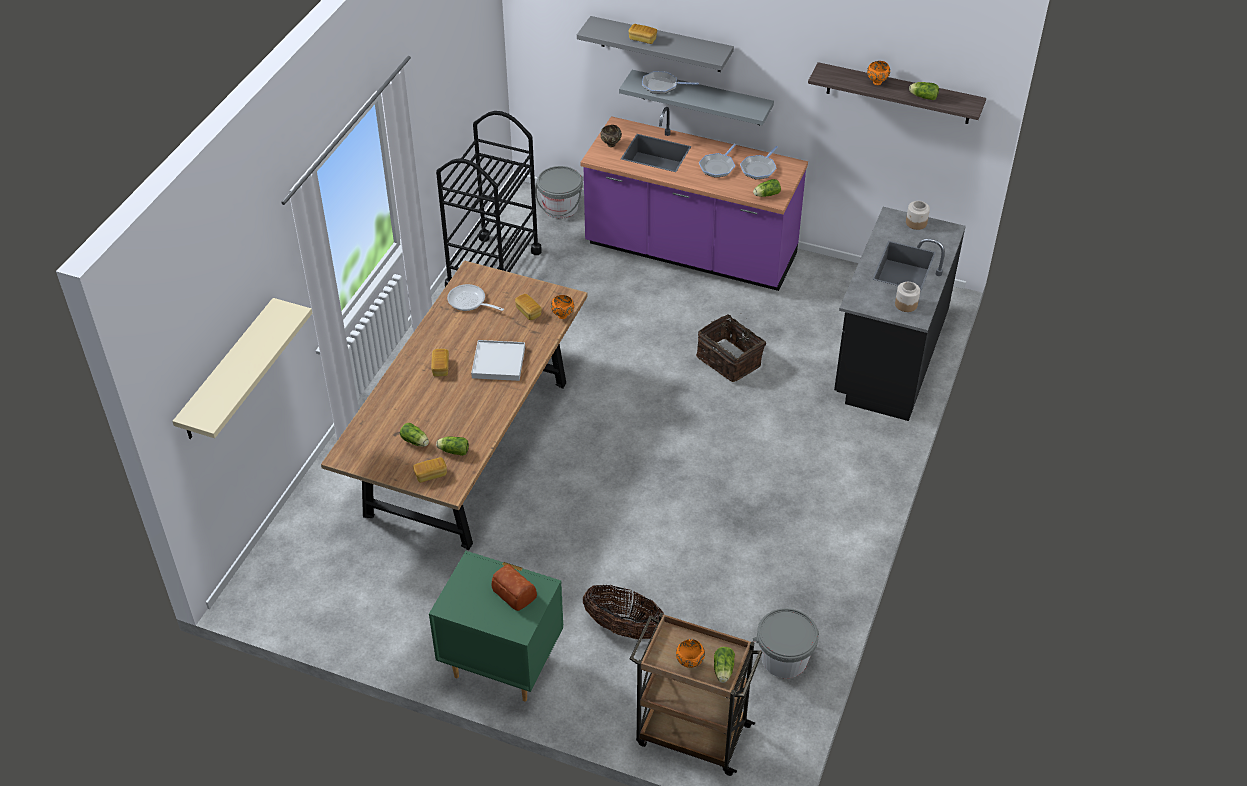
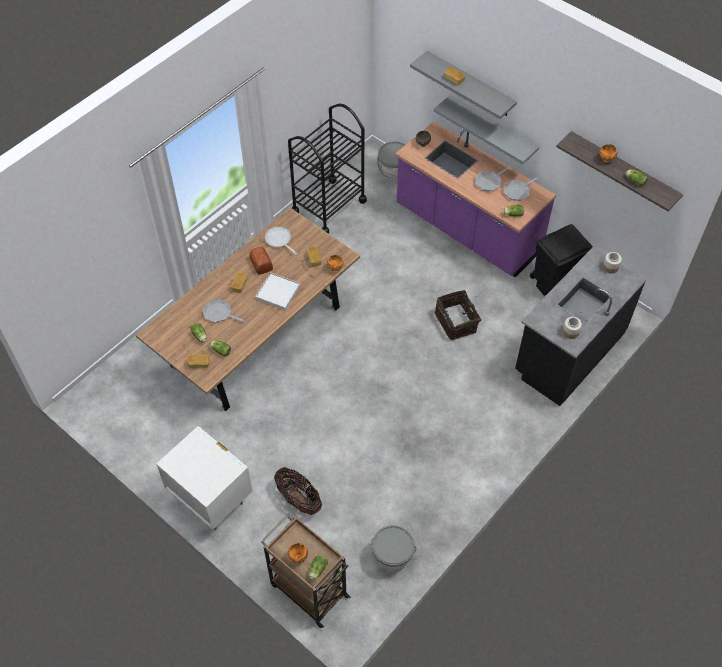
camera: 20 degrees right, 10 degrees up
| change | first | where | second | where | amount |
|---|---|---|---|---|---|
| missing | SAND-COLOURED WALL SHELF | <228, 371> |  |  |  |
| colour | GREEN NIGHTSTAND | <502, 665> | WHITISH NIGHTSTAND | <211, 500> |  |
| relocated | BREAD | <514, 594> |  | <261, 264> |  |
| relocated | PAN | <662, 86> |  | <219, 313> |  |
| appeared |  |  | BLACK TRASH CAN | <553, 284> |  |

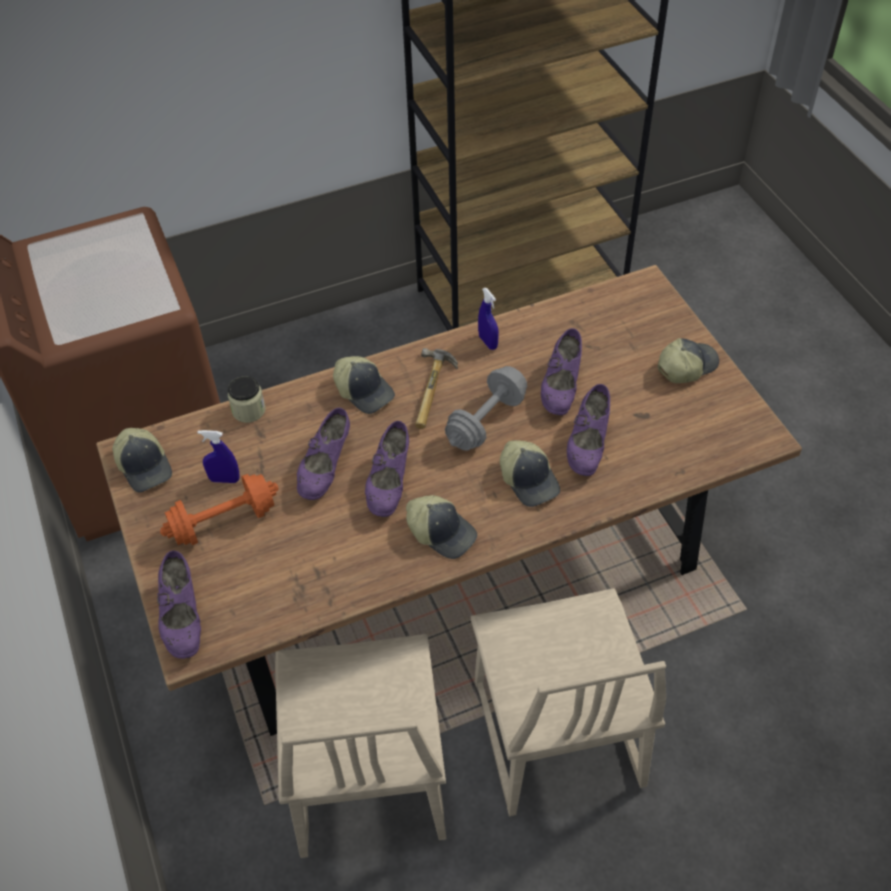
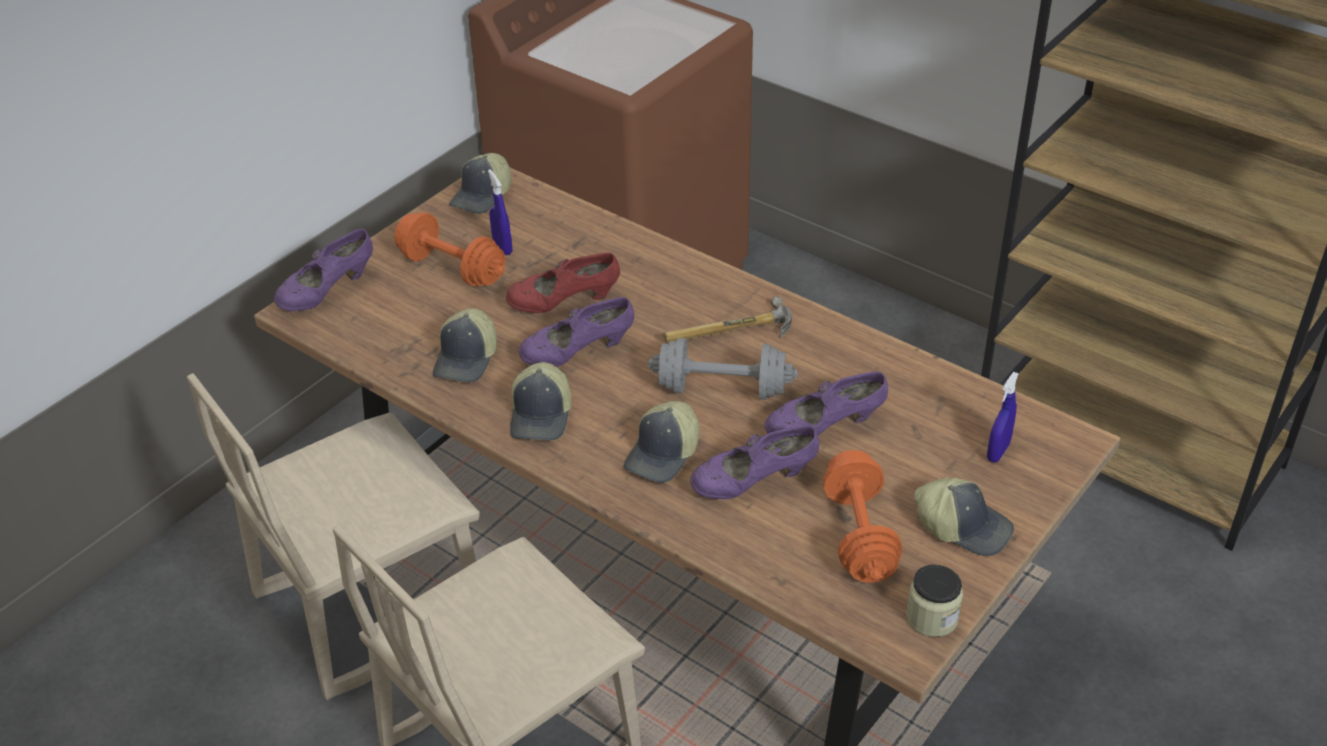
camera: 60 degrees right, 10 degrees down
| change | first | where | second | where | amount |
|---|---|---|---|---|---|
| relocated | STORAGE JAR | <249, 410> |  | <932, 617> |  |
| colour | PURPLE-COLOURED ITEM OF FOOTWEAR | <325, 469> | RED-COLOURED ITEM OF FOOTWEAR | <564, 303> |  |
| relocated | BASEBALL CAP | <364, 391> |  | <467, 359> |  |
| relocated | BLUISH SPRAY BOTTLE | <488, 342> |  | <998, 452> |  |
| appeared |  |  | ORANGE-COLOURED DUMBBELL | <859, 535> |  |

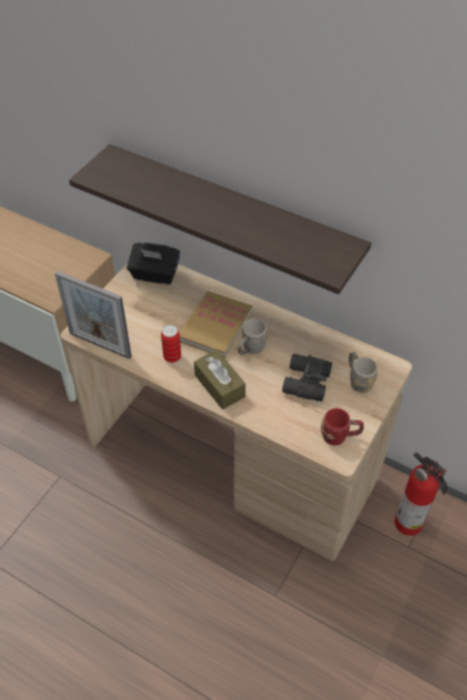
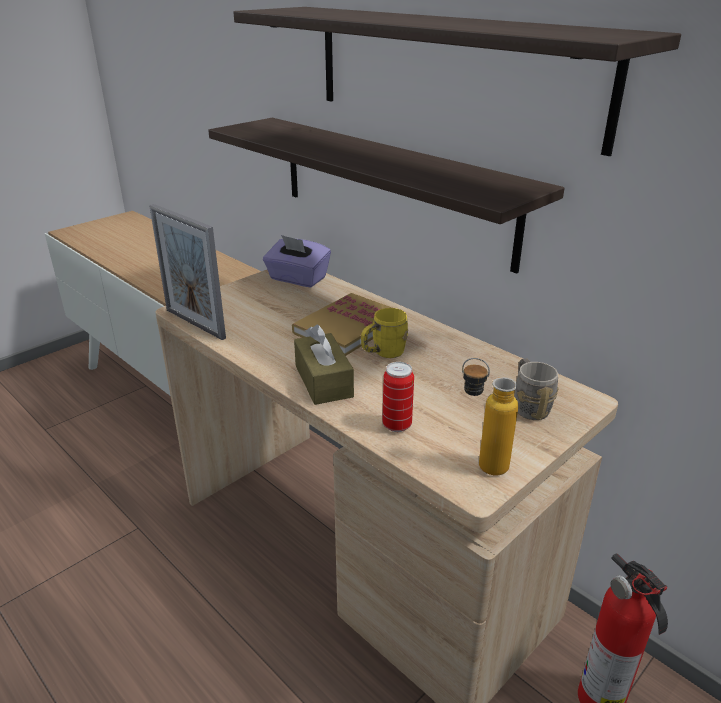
camera: 15 degrees right, 20 degrees down
| change | first | where | second | where | amount |
|---|---|---|---|---|---|
| colour | BLACK TISSUE BOX | <155, 275> | PURPLE-COLOURED TISSUE BOX | <297, 279> |  |
| relocated | CAN | <172, 357> |  | <397, 425> |  |
| colour | GRAY COFFEE MUG | <250, 349> | YELLOW COFFEE MUG | <383, 353> |  |
| missing | BLACK FIELD GLASSES | <305, 383> |  |  |  |
| exchanged | RED-COLOURED COFFEE MUG | <340, 436> | BOTTLE | <480, 464> |  |
| appeared |  |  | WALL SHELF | <450, 72> |  |

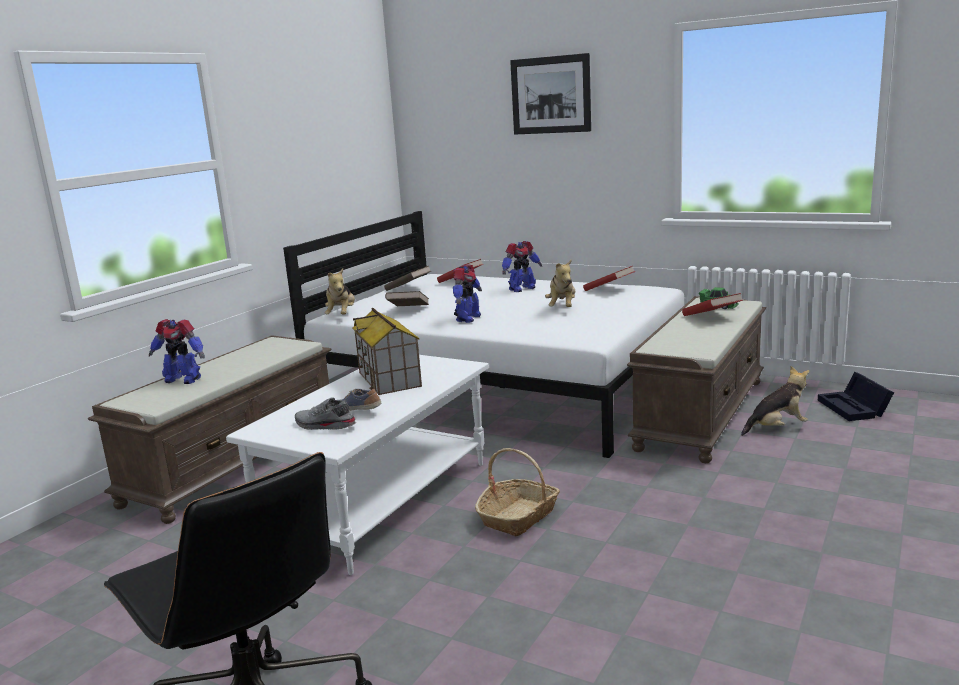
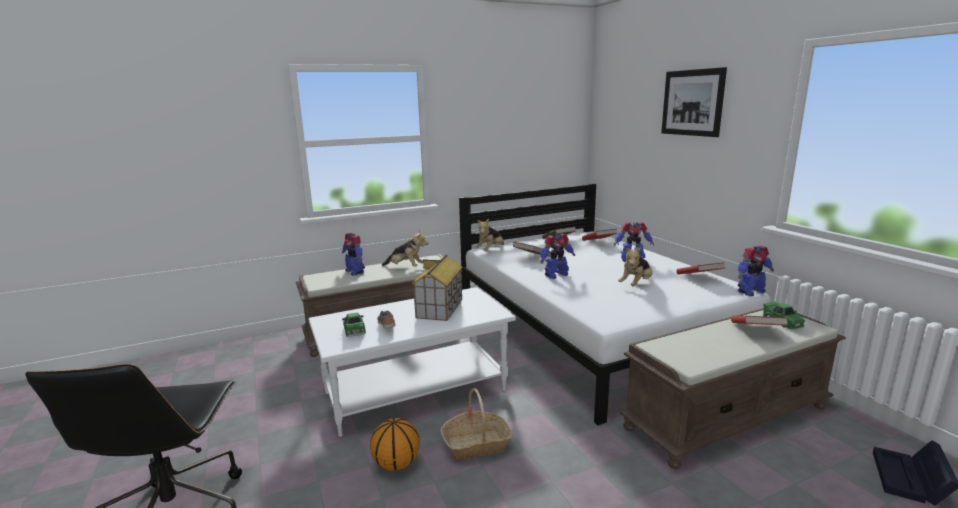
camera: 35 degrees right, 0 degrees up
| change | first | where | second | where | amount |
|---|---|---|---|---|---|
| exchanged | GRAY ITEM OF FOOTWEAR | <324, 426> | GREEN MODEL CAR | <354, 330> |  |
| relocated | CUDDLY TOY | <776, 428> |  | <406, 267> |  |
| appeared |  |  | BASKETBALL | <397, 464> |  |
| appeared |  |  | TOY ROBOT | <750, 291> |  |

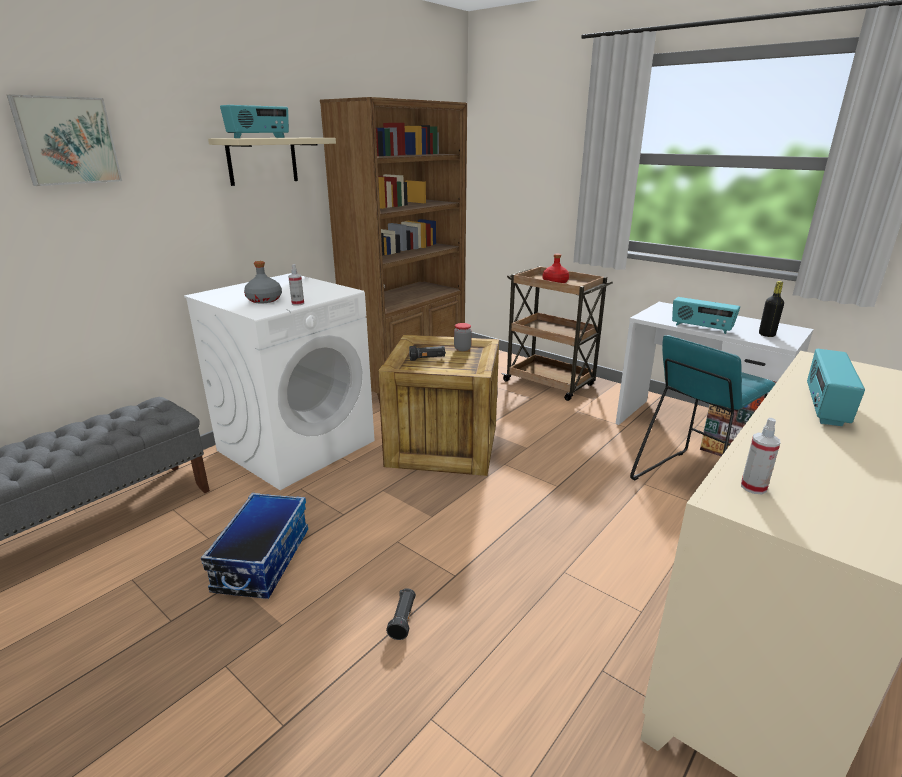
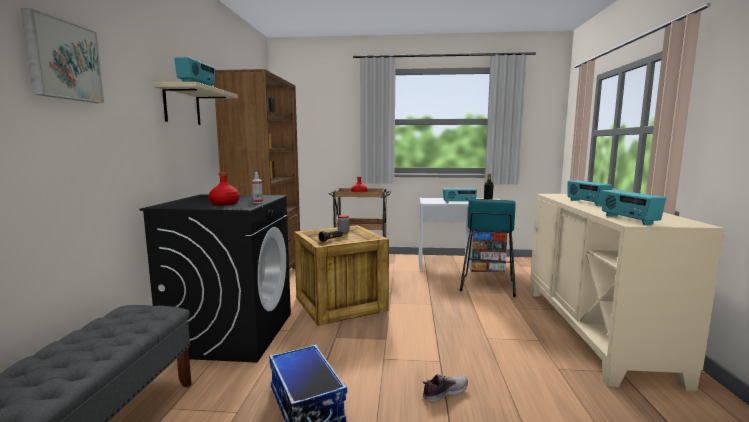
camera: 35 degrees left, 15 degrees down
| change | first | where | second | where | amount |
|---|---|---|---|---|---|
| colour | WHITISH LAUNDRY MACHINE | <297, 445> | BLACK LAUNDRY MACHINE | <231, 333> |  |
| colour | GRAY BOTTLE | <264, 300> | RED-COLOURED BOTTLE | <224, 203> |  |
| exchanged | BLACK FLASHLIGHT | <403, 619> | ITEM OF FOOTWEAR | <444, 393> |  |
| exchanged | SPRAY BOTTLE | <753, 487> | RADIO | <628, 220> |  |

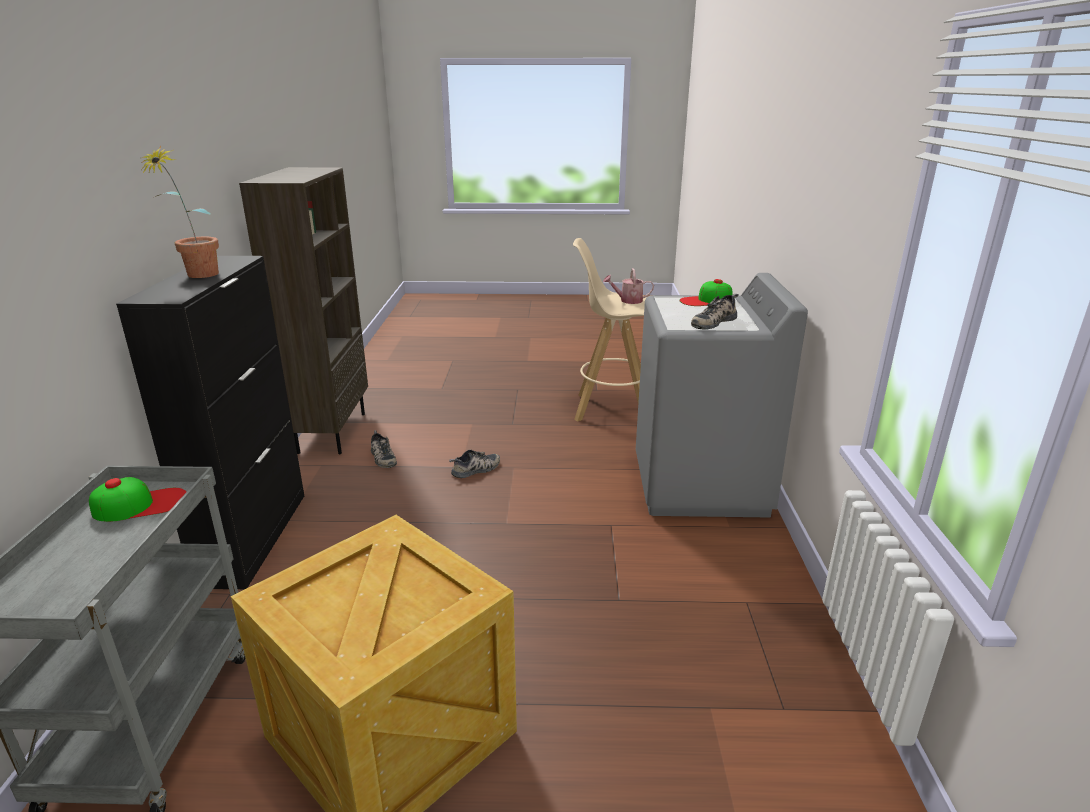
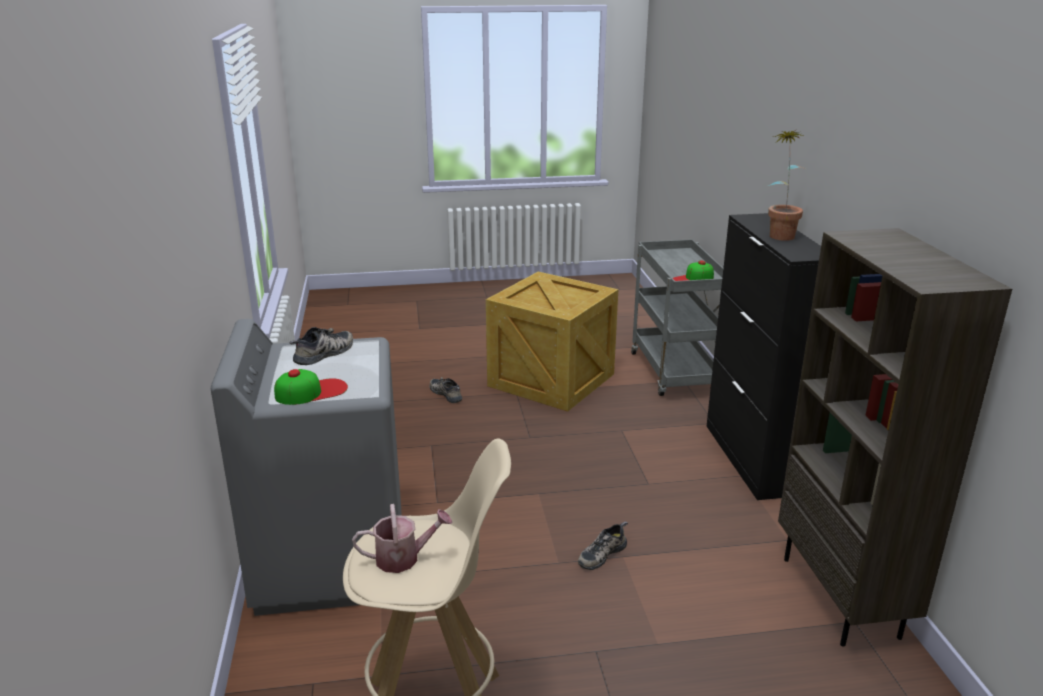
camera: 170 degrees right, 0 degrees up
| change | first | where | second | where | amount |
|---|---|---|---|---|---|
| relocated | ITEM OF FOOTWEAR | <382, 457> |  | <447, 394> |  |

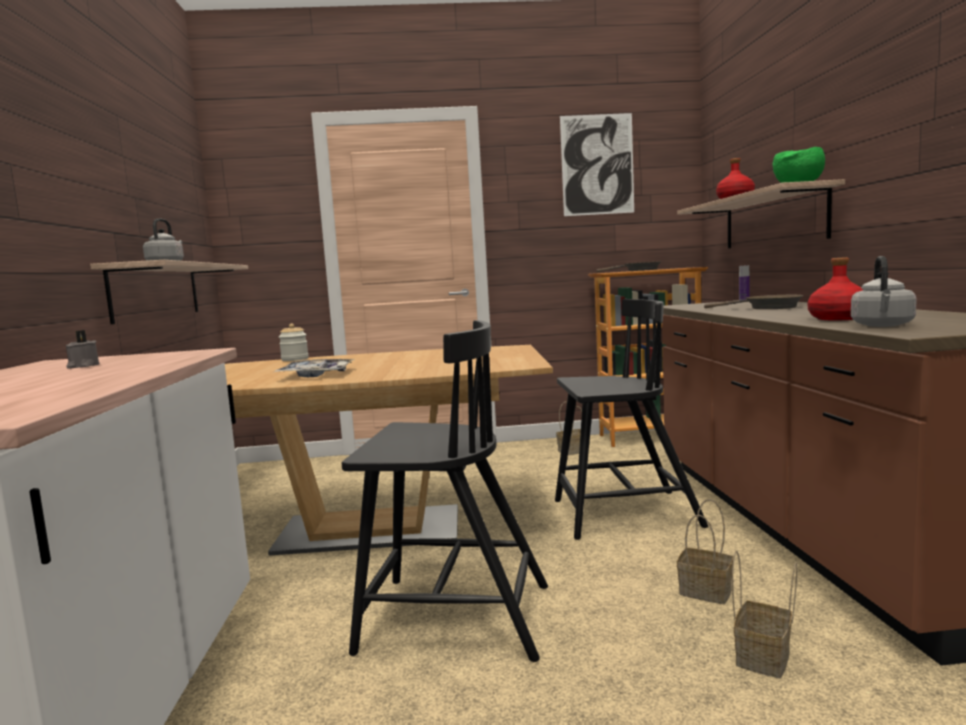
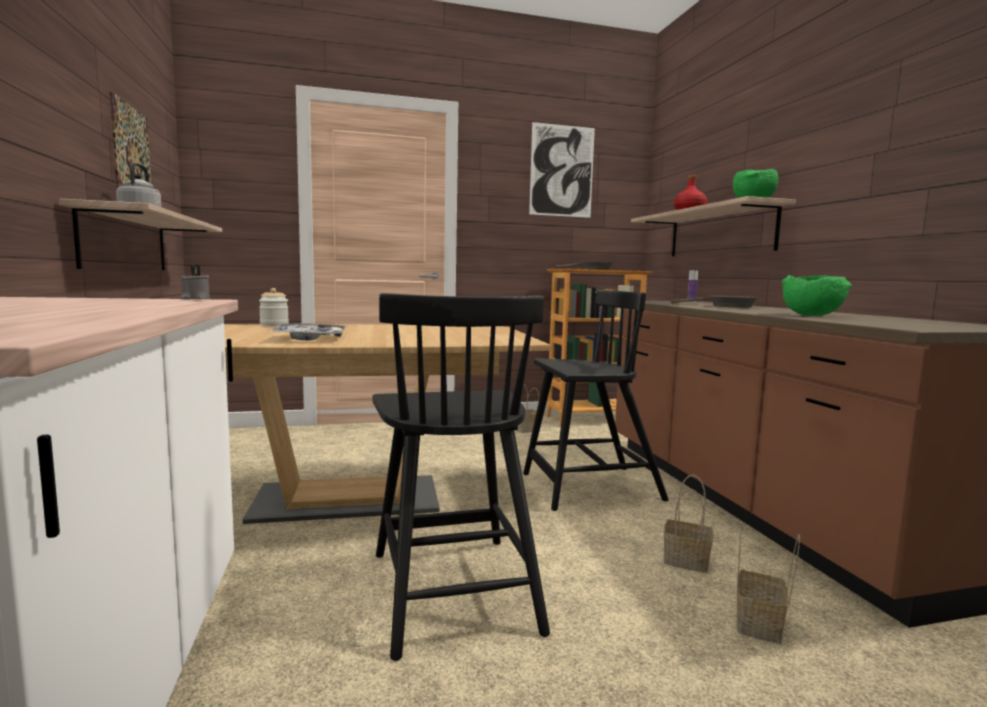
camera: 10 degrees left, 0 degrees up
| change | first | where | second | where | amount |
|---|---|---|---|---|---|
| relocated | GRAY WAX CANDLE | <83, 366> |  | <195, 299> |  |
| spun | BLACK CHAIR | <451, 617> |  | <452, 588> | 75 degrees clockwise |
| exchanged | RED-COLOURED BOTTLE | <839, 318> | GREEN BOWL | <812, 315> |  |
| missing | GRAY KETTLE | <882, 325> |  |  |  |
| appeared |  |  | WALL PICTURE | <131, 152> |  |

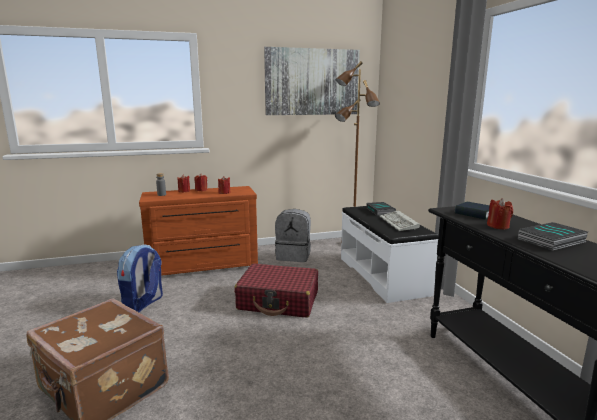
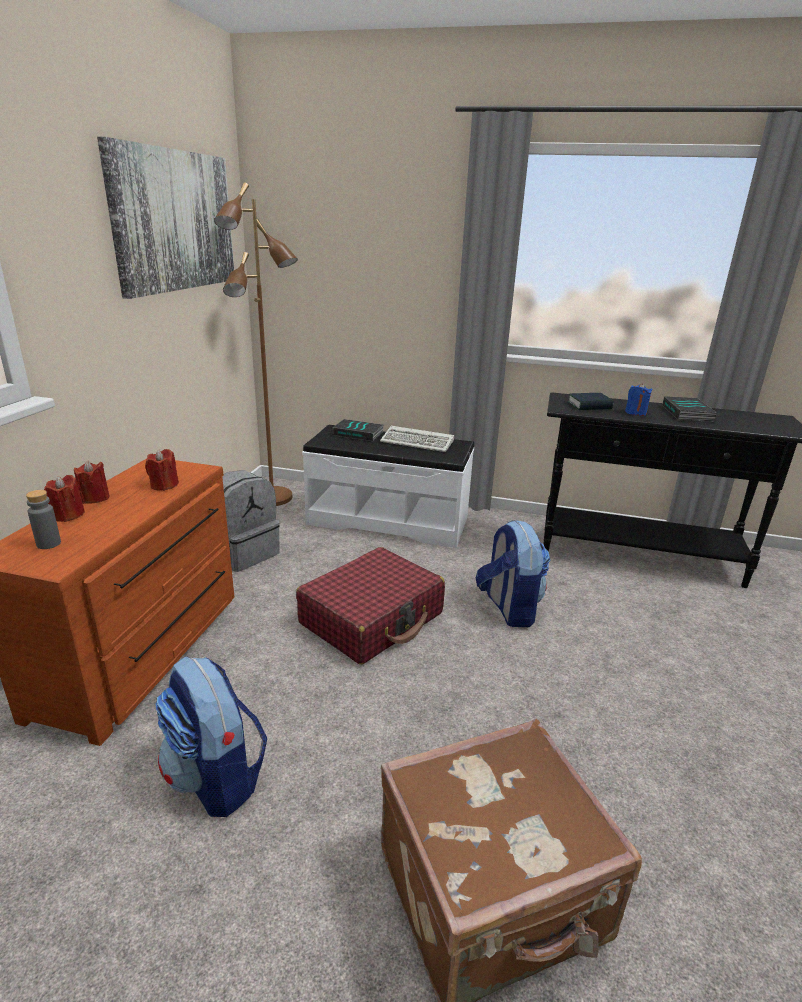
camera: 60 degrees left, 10 degrees up
| change | first | where | second | where | amount |
|---|---|---|---|---|---|
| colour | RED-COLOURED WAX CANDLE | <498, 226> | BLUISH WAX CANDLE | <635, 412> |  |
| appeared |  |  | BACKPACK | <508, 608> |  |

